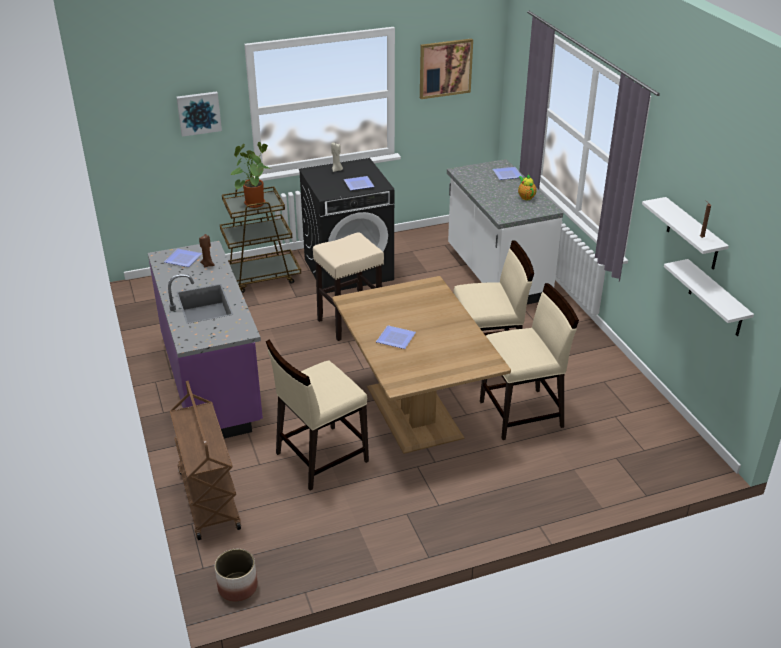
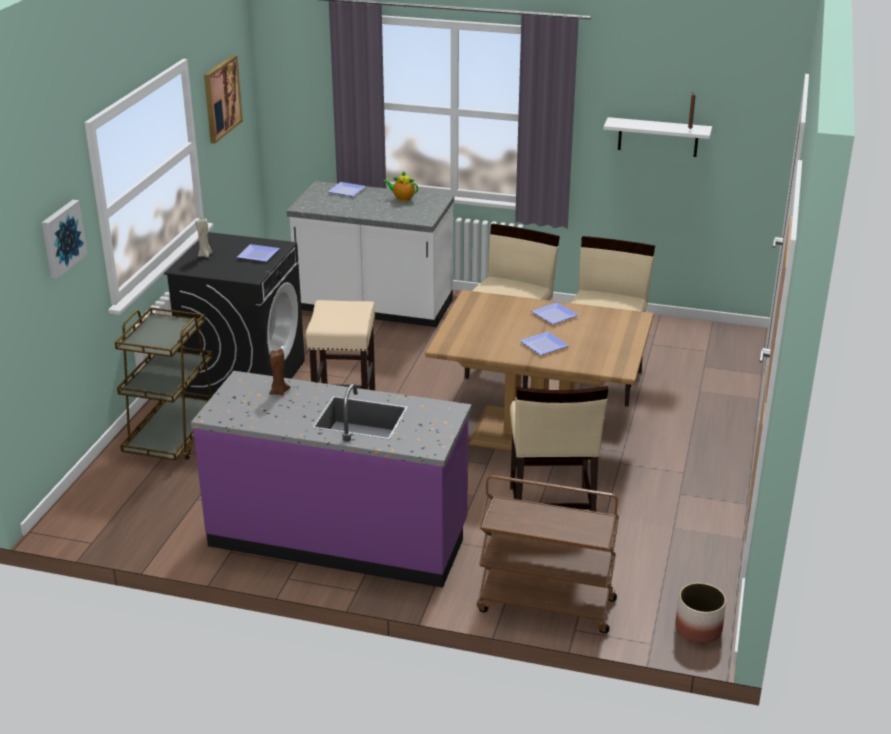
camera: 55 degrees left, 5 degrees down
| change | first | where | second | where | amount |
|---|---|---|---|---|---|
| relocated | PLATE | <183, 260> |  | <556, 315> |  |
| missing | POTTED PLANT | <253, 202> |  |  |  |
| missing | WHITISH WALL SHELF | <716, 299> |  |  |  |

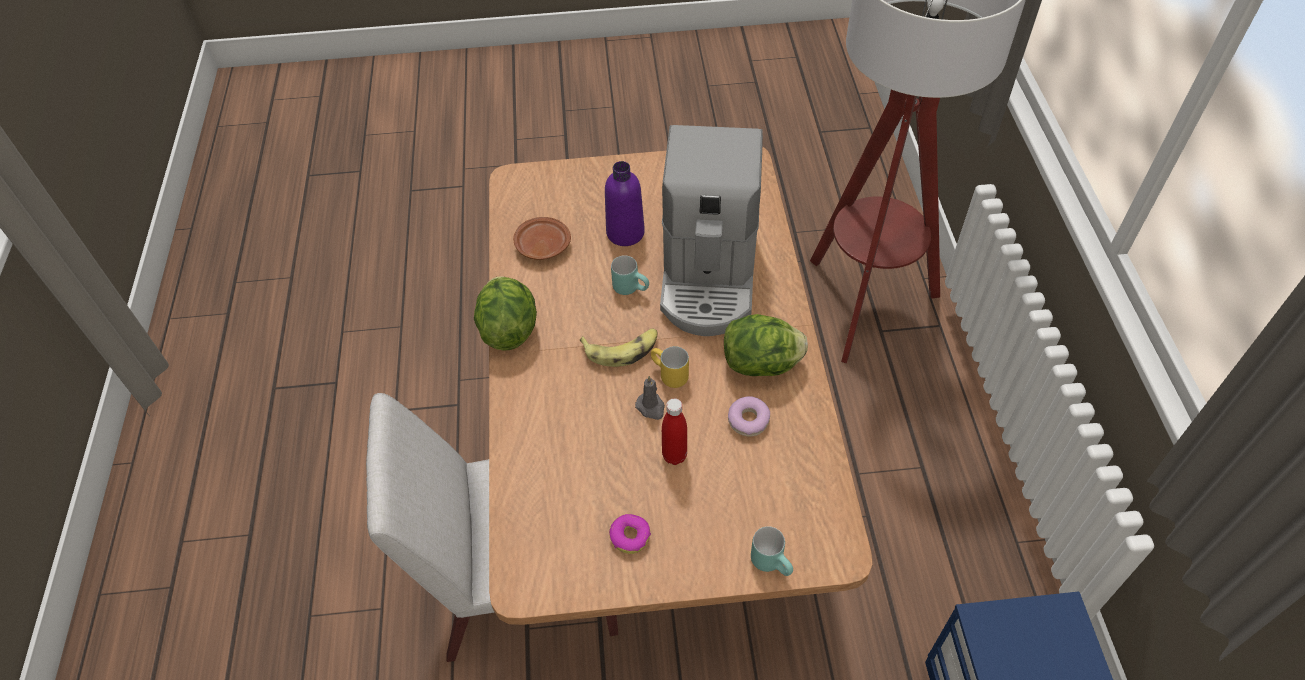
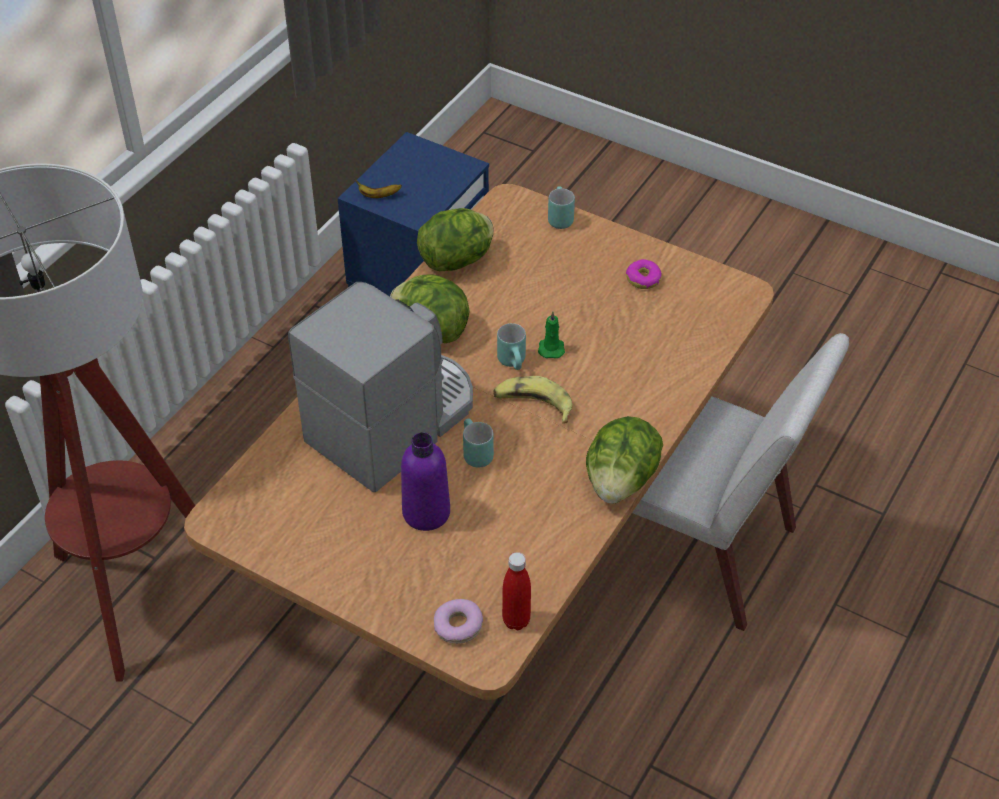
camera: 145 degrees left, 5 degrees down
| change | first | where | second | where | amount |
|---|---|---|---|---|---|
| missing | BROWN-COLOURED PLATE | <542, 245> |  |  |  |
| colour | GRAY WAX CANDLE | <651, 407> | GREEN WAX CANDLE | <551, 348> |  |
| colour | YELLOW COFFEE MUG | <668, 376> | BLUE-GREEN COFFEE MUG | <515, 363> |  |
| relocated | RED-COLOURED BOTTLE | <674, 456> |  | <516, 620> |  |
| relocated | DOUGHNUT | <748, 420> |  | <458, 626> |  |
| appeared |  |  | BANANA | <378, 195> |  |
| appeared |  |  | HEAD OF LETTUCE | <457, 260> |  |

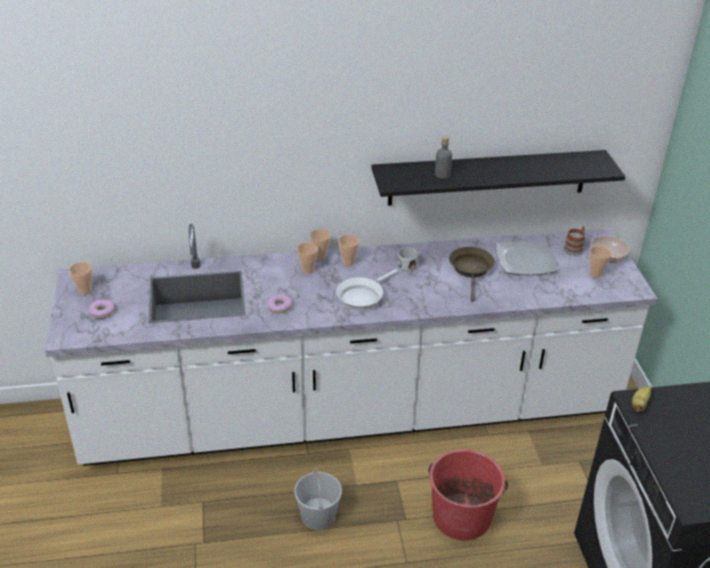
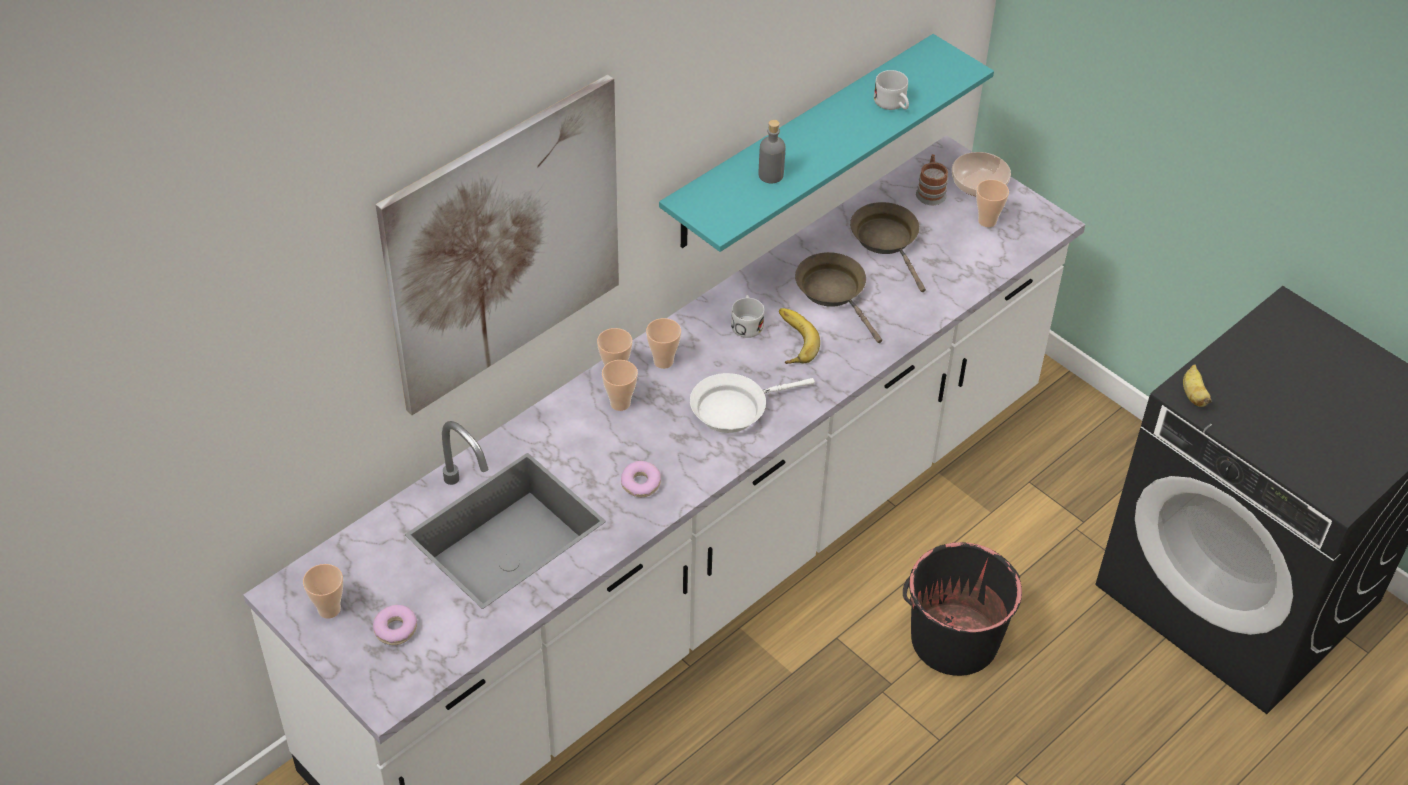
camera: 35 degrees left, 10 degrees up
| change | first | where | second | where | amount |
|---|---|---|---|---|---|
| missing | WHITISH BUCKET | <318, 515> |  |  |  |
| spun | WHITISH PAN | <362, 297> |  | <734, 409> | 60 degrees clockwise |
| colour | BLACK WALL SHELF | <488, 177> | BLUE-GREEN WALL SHELF | <800, 143> |  |
| colour | RED-COLOURED BUCKET | <461, 516> | BLACK BUCKET | <953, 639> |  |
| exchanged | PLATE | <526, 260> | BROWN-COLOURED PAN | <887, 241> |  |
| appeared |  |  | WALL PICTURE | <504, 245> |  |
| appeared |  |  | BANANA | <791, 340> |  |
| appeared |  |  | WHITISH COFFEE MUG | <893, 104> |  |

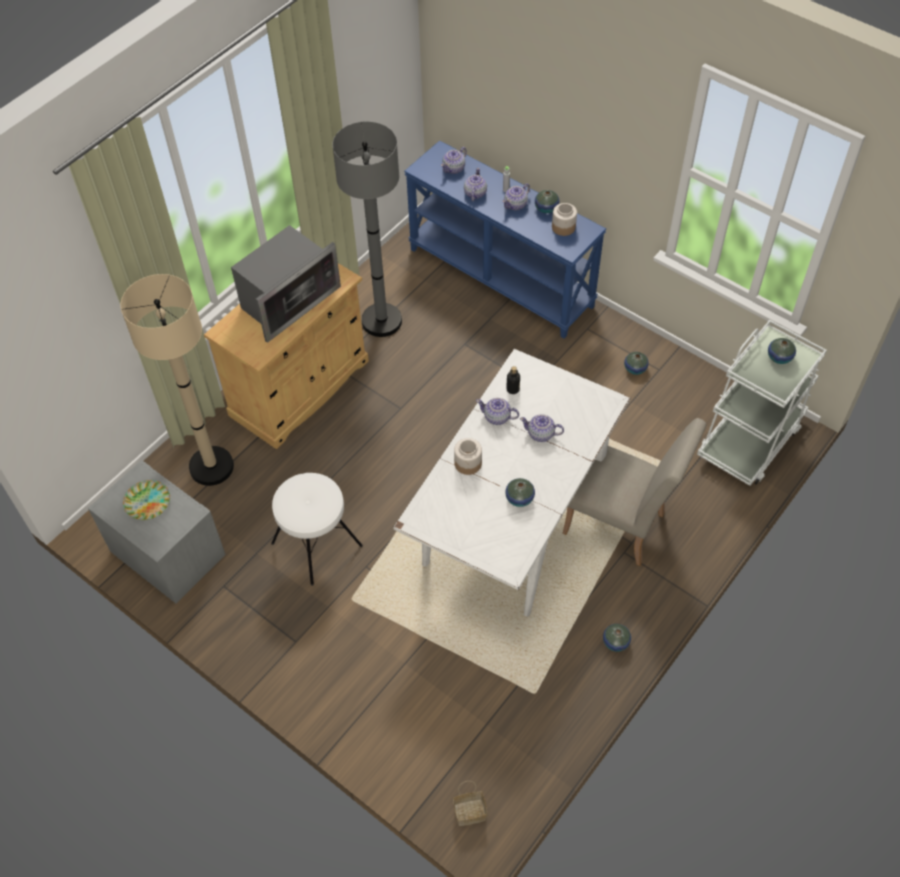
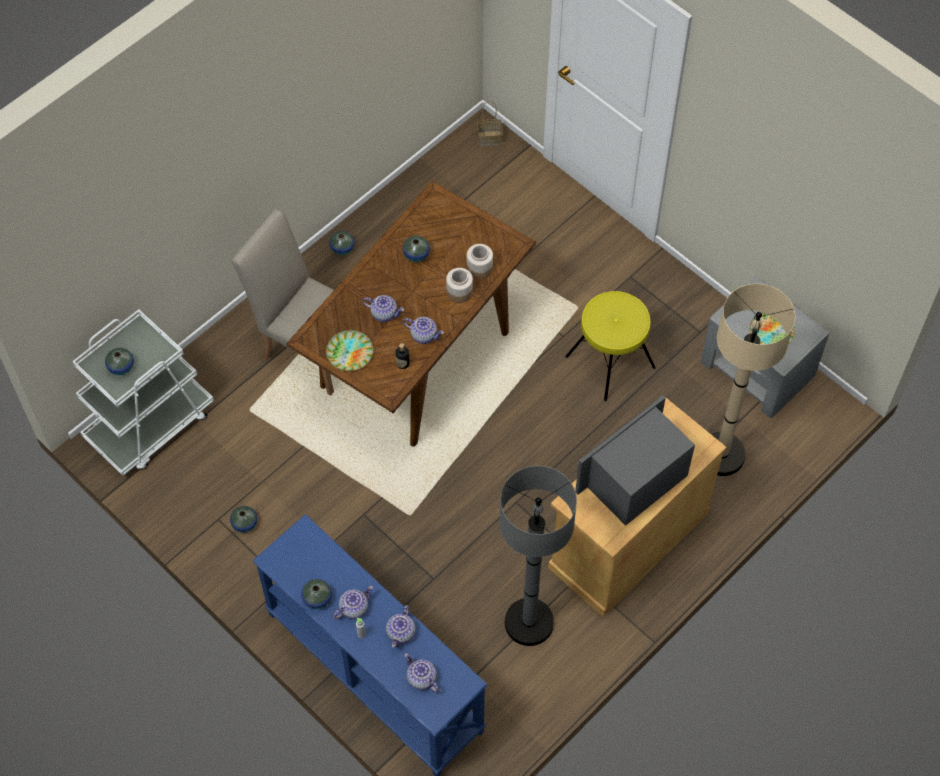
camera: 175 degrees left, 5 degrees up
| change | first | where | second | where | amount |
|---|---|---|---|---|---|
| colour | WHITISH STOOL SEAT | <316, 544> | YELLOW STOOL SEAT | <611, 362> |  |
| colour | WHITISH DINING TABLE | <512, 528> | BROWN-COLOURED DINING TABLE | <416, 358> |  |
| spun | POT FOR TEA | <454, 168> |  | <421, 679> | 90 degrees counterclockwise |
| relocated | STORAGE JAR | <563, 227> |  | <480, 268> |  |
| appeared |  |  | PLATE | <349, 352> |  |

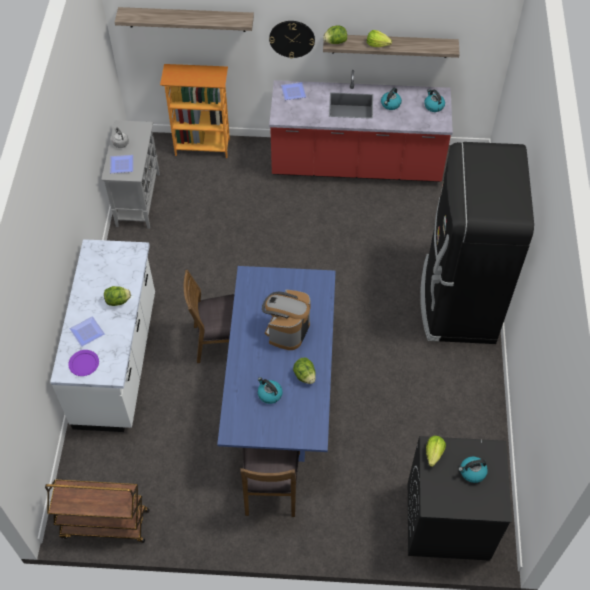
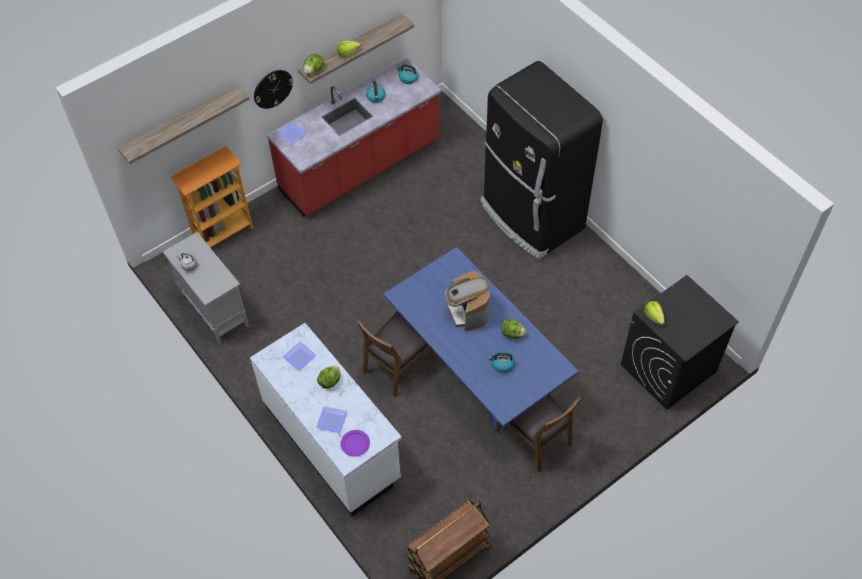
camera: 40 degrees left, 0 degrees up
| change | first | where | second | where | amount |
|---|---|---|---|---|---|
| relocated | PLATE | <121, 165> |  | <299, 358> |  |
| missing | KETTLE | <472, 472> |  |  |  |

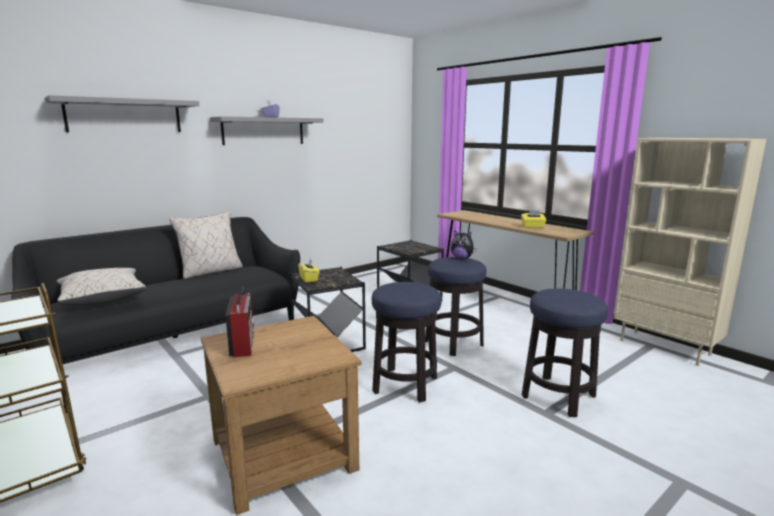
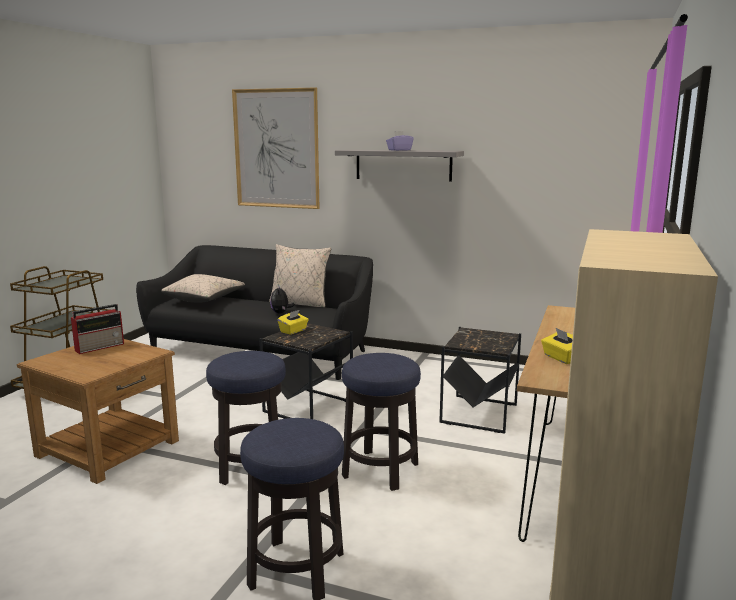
camera: 60 degrees right, 0 degrees up
| change | first | where | second | where | amount |
|---|---|---|---|---|---|
| exchanged | GRAY WALL SHELF | <124, 116> | WALL PICTURE | <276, 149> |  |
| relocated | CUDDLY TOY | <462, 258> |  | <281, 313> |  |

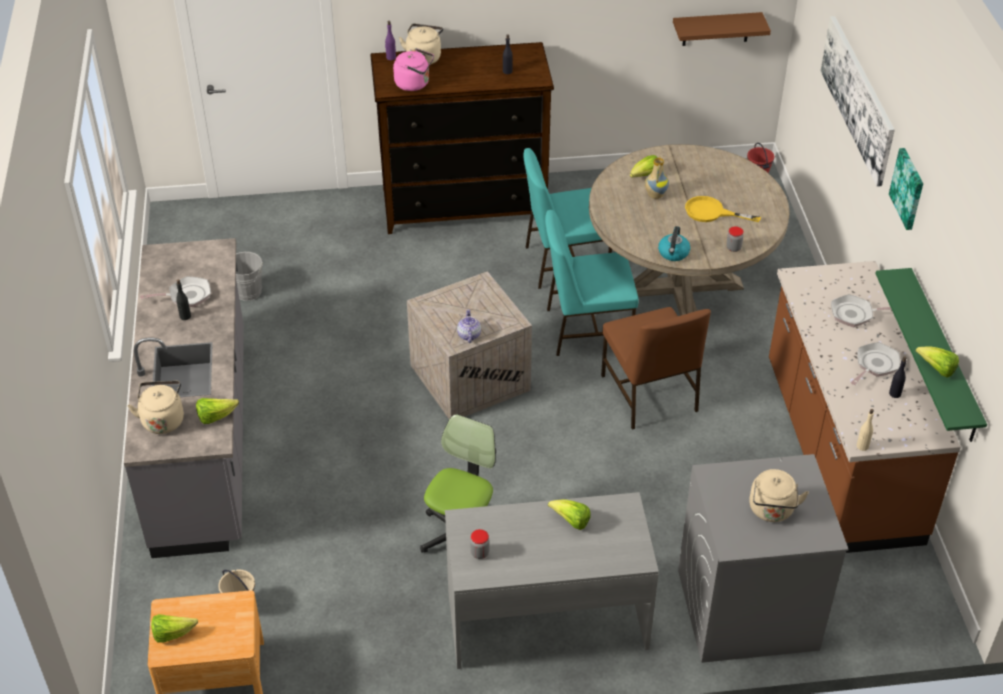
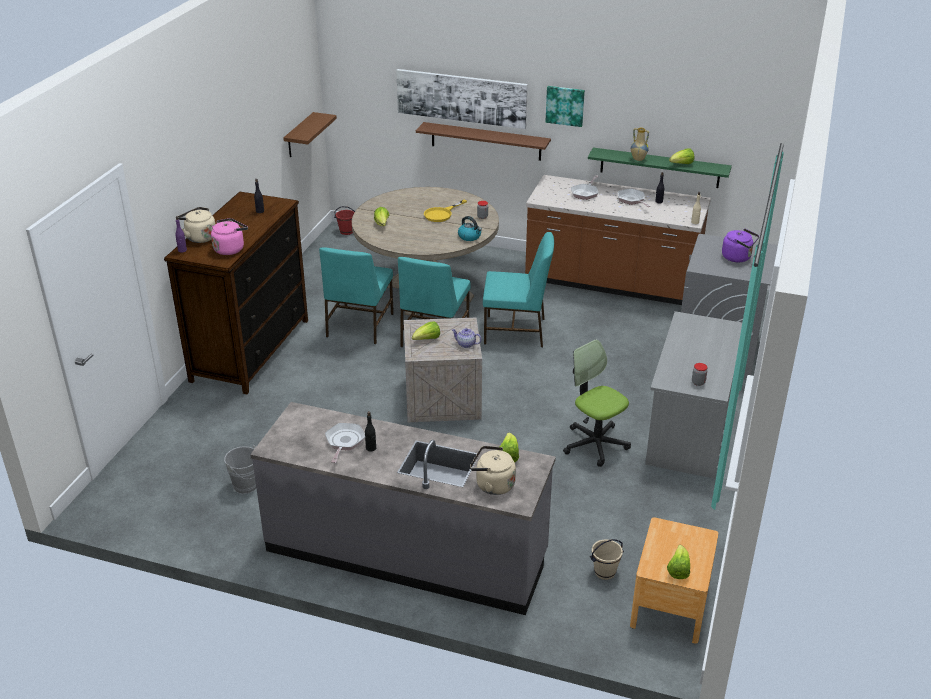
camera: 65 degrees left, 10 degrees down
| change | first | where | second | where | amount |
|---|---|---|---|---|---|
| relocated | HEAD OF LETTUCE | <571, 521> |  | <427, 339> |  |
| colour | BROWN-COLOURED CHAIR | <649, 395> | BLUE-GREEN CHAIR | <516, 331> |  |
| relocated | VASE | <655, 195> |  | <638, 159> |  |
| colour | SAND-COLOURED KETTLE | <772, 511> | PURPLE-COLOURED KETTLE | <738, 257> |  |
| appeared |  |  | BROWN-COLOURED WALL SHELF | <486, 141> |  |

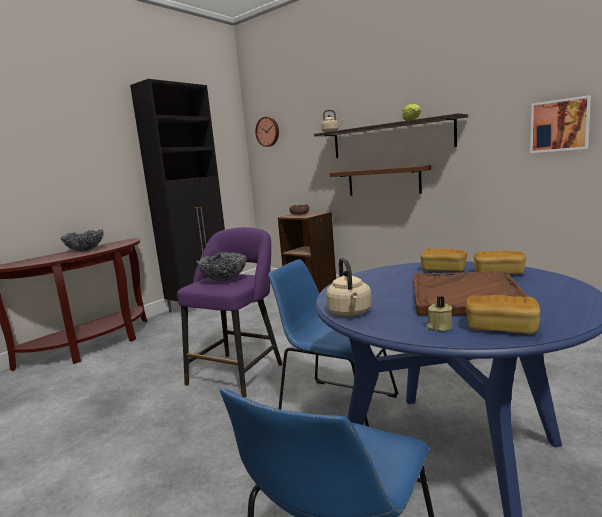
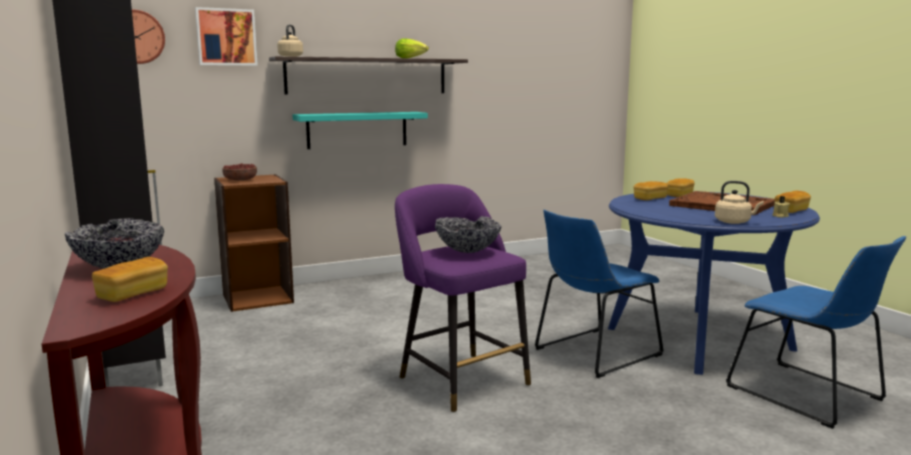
camera: 65 degrees left, 0 degrees up
| change | first | where | second | where | amount |
|---|---|---|---|---|---|
| colour | BROWN-COLOURED WALL SHELF | <383, 181> | BLUE-GREEN WALL SHELF | <357, 130> |  |
| relocated | WALL PICTURE | <559, 125> |  | <226, 37> |  |
| appeared |  |  | BREAD | <132, 294> |  |

